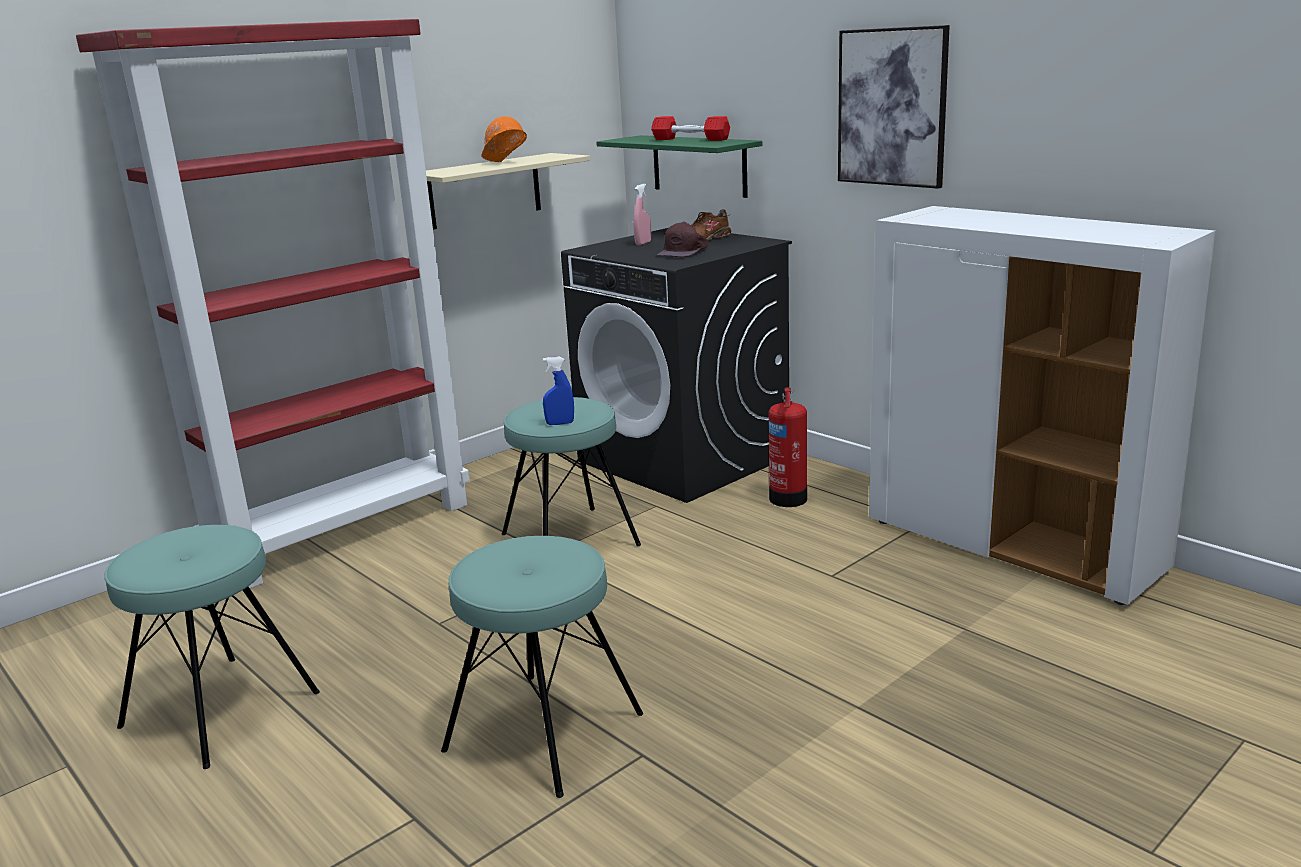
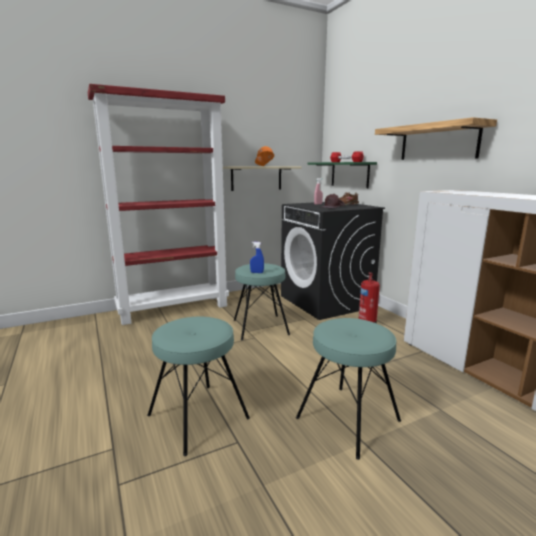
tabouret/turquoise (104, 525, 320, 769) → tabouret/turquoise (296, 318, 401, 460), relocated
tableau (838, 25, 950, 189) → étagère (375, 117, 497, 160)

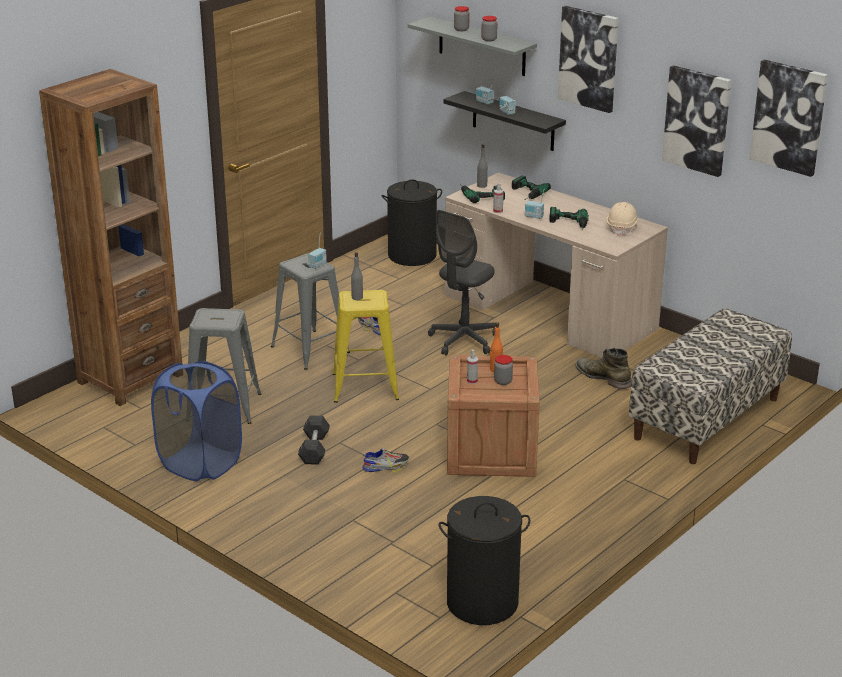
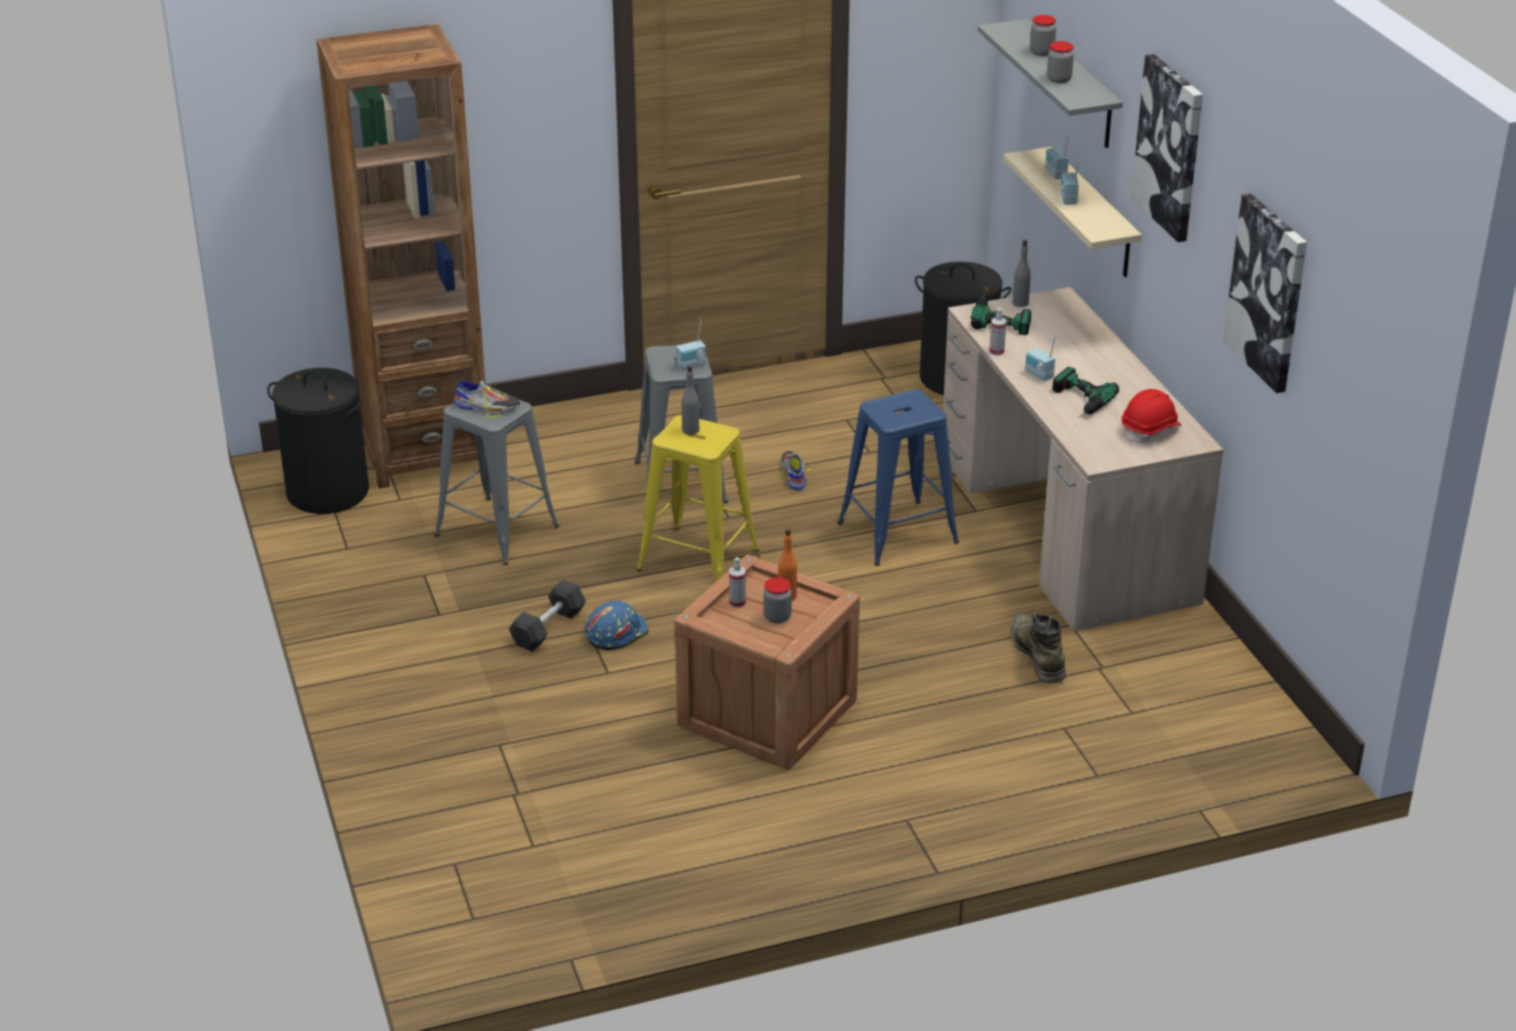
panier à linge/noir (438, 496, 531, 625) → panier à linge/noir (267, 368, 369, 514), relocated
chaussure (363, 448, 409, 472) → chaussure (454, 380, 520, 418), relocated
- → casque de chantier/bleu (584, 601, 649, 650)
chaise de bureau/gris (428, 210, 496, 355) → tabouret/bleu (838, 390, 959, 566)
étagère/noir (443, 91, 566, 151) → étagère/beige (1003, 147, 1142, 277)
casque de chantier/beige (607, 202, 638, 236) → casque de chantier/rouge (1121, 389, 1182, 443)
panier à linge/bleu (151, 361, 242, 481) → -
perceuse (512, 176, 551, 199) → -
banc (629, 308, 792, 464) → -
tableau (749, 60, 828, 177) → -

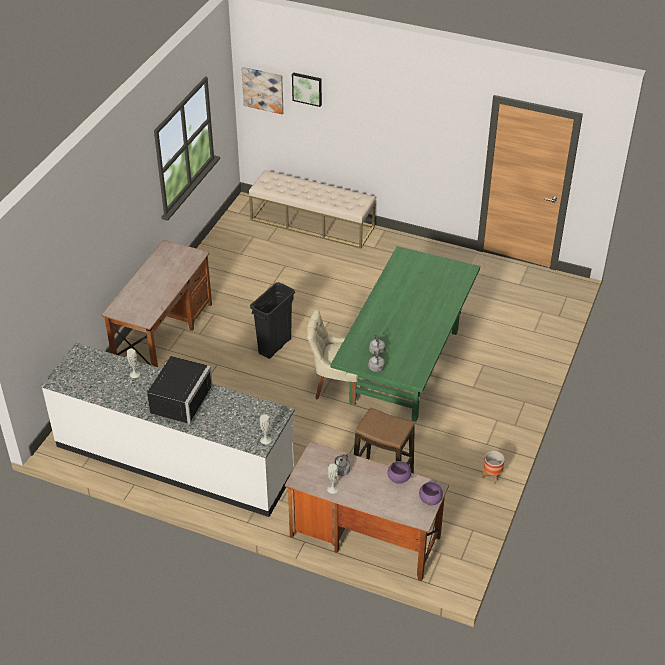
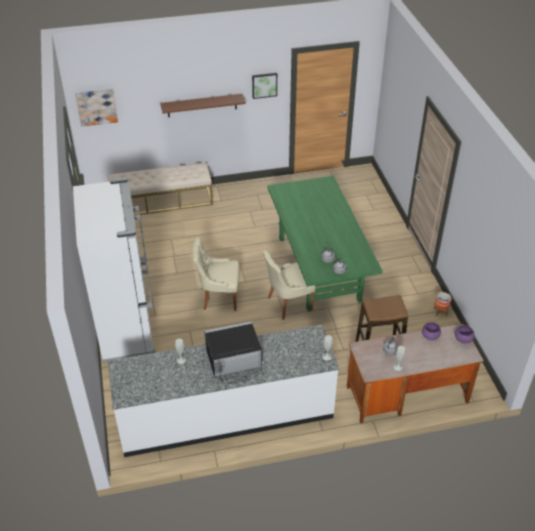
bureau (102, 240, 212, 367) → réfrigérateur/blanc (73, 177, 156, 363)
- → étagère/marron (160, 94, 246, 117)
poubelle/noir (250, 282, 295, 359) → chaise/beige (192, 237, 239, 311)
micro-ondes/noir (145, 356, 213, 424) → micro-ondes/noir (205, 321, 262, 384), 90 degrees counterclockwise
tableau (292, 72, 322, 107) → tableau (252, 73, 277, 99), relocated

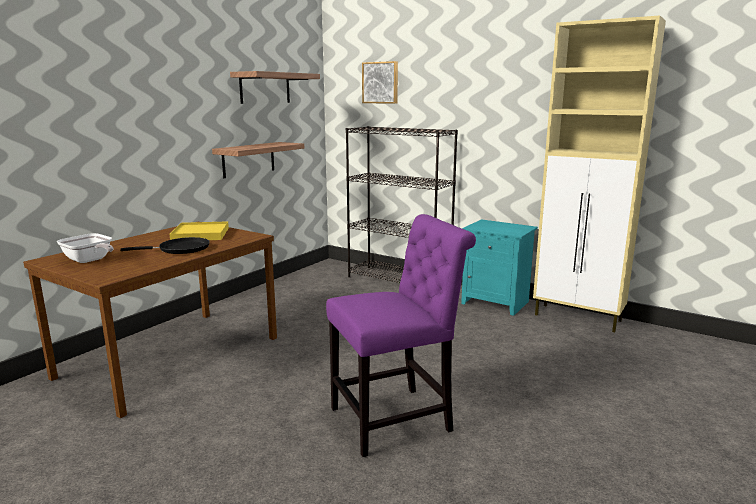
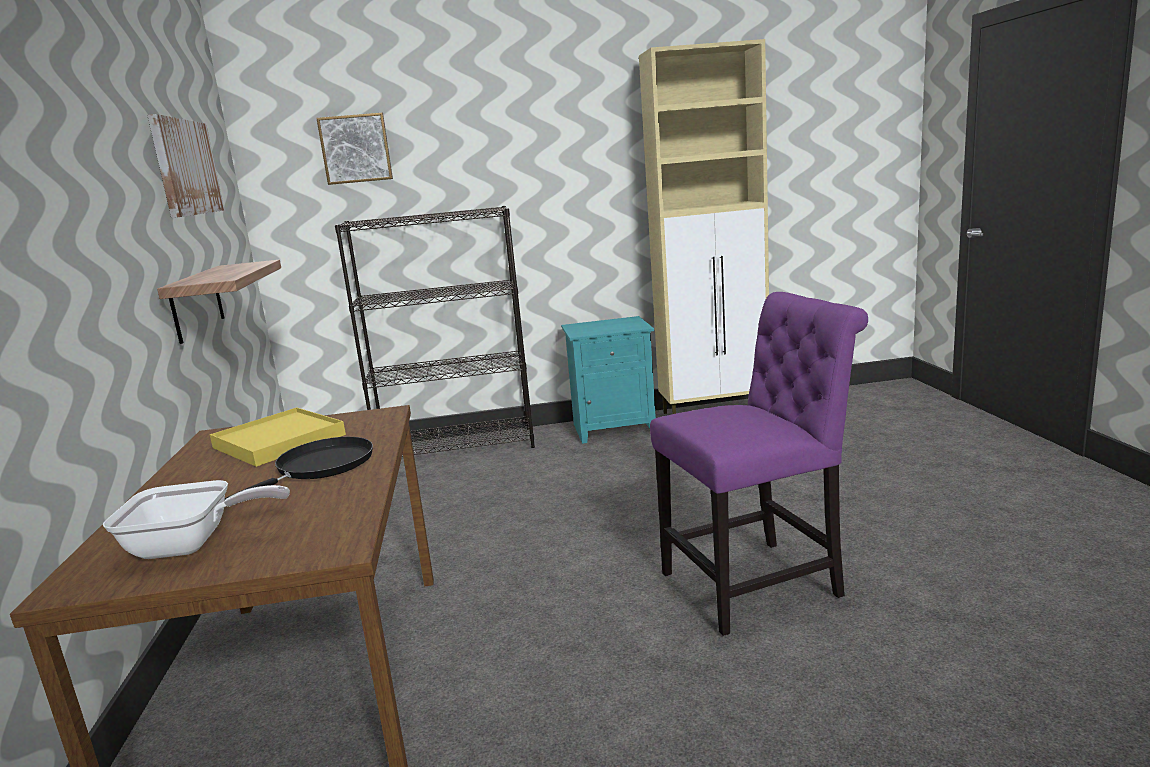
étagère (230, 71, 320, 104) → tableau (147, 114, 224, 218)
chaise/violet (326, 214, 476, 457) → chaise/violet (650, 292, 868, 636), 45 degrees clockwise

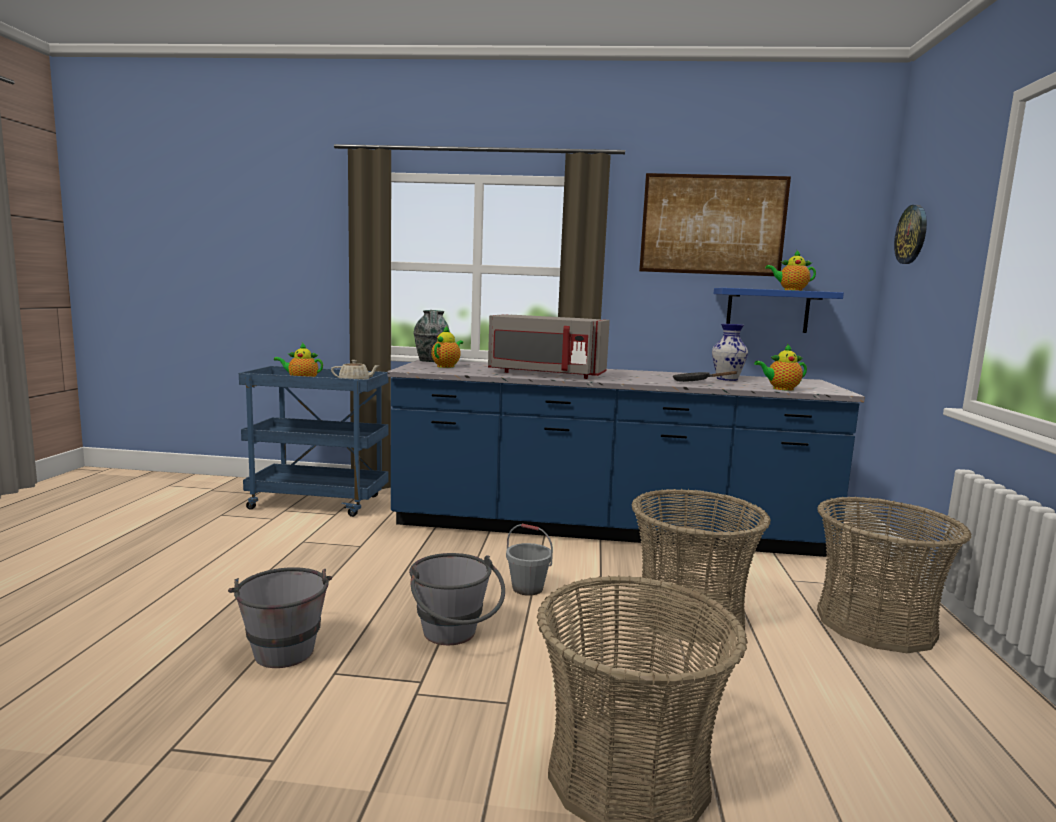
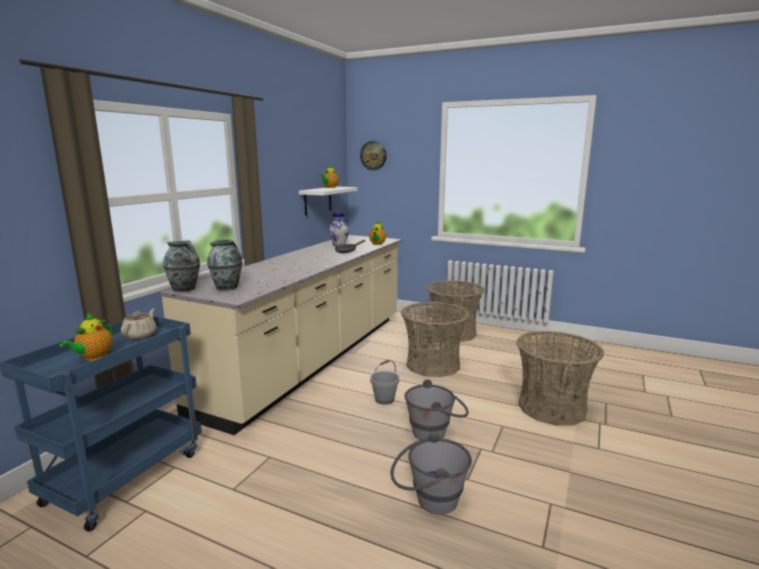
comptoir de cuisine/bleu (387, 360, 865, 557) → comptoir de cuisine/beige (160, 235, 402, 435)
théière (431, 326, 463, 368) → vase (207, 239, 243, 290)
étagère/bleu (714, 288, 844, 333) → étagère/blanc (299, 186, 357, 215)
micro-ondes/gris (488, 314, 610, 379) → -
tableau (639, 173, 791, 276) → -

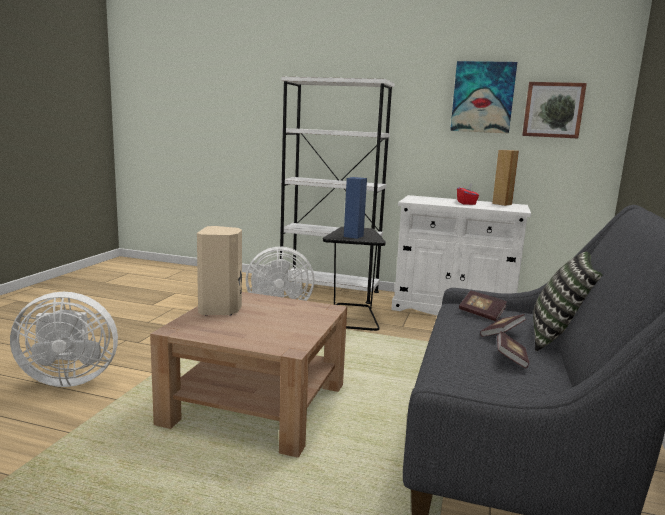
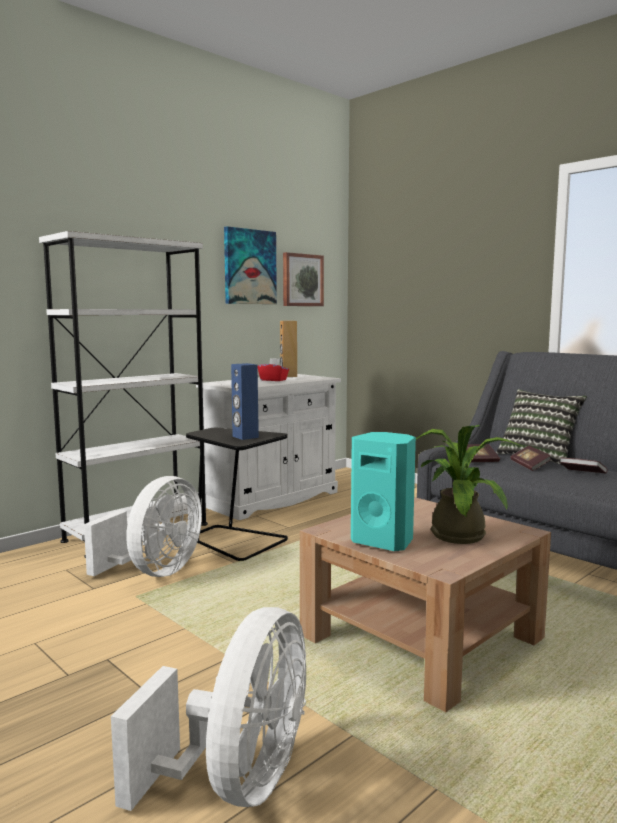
enceinte/beige (197, 226, 242, 315) → enceinte/turquoise (351, 432, 416, 551)
- → plante en pot (416, 425, 522, 544)

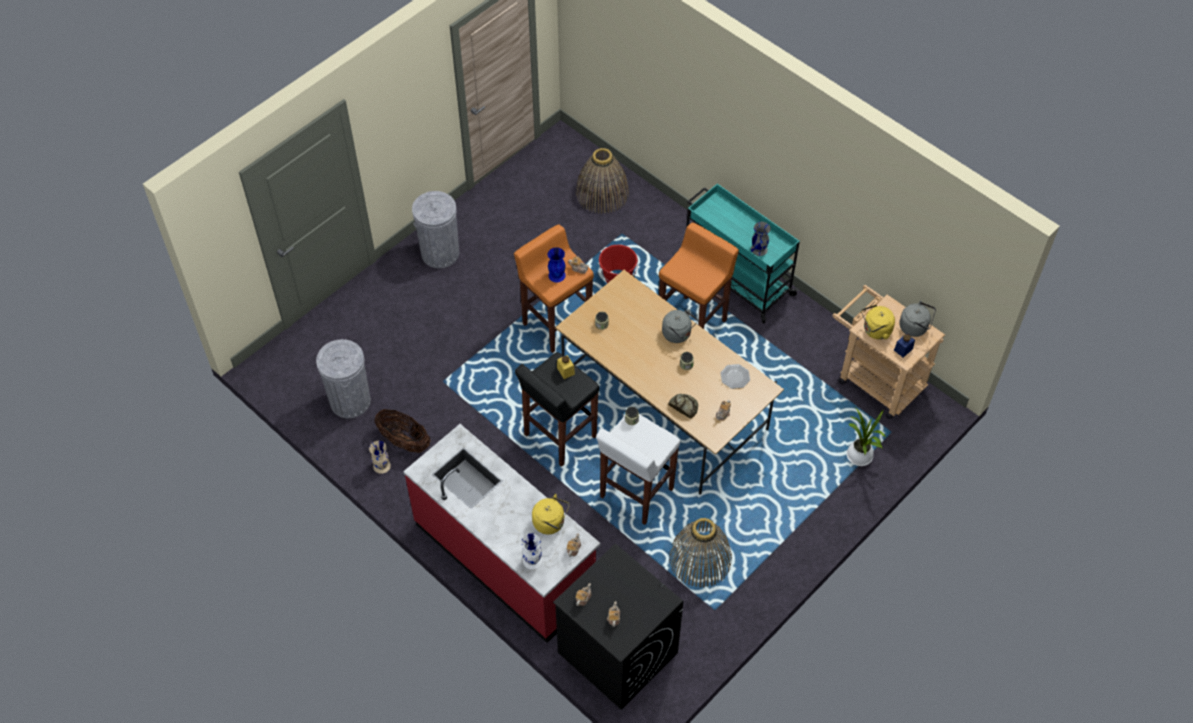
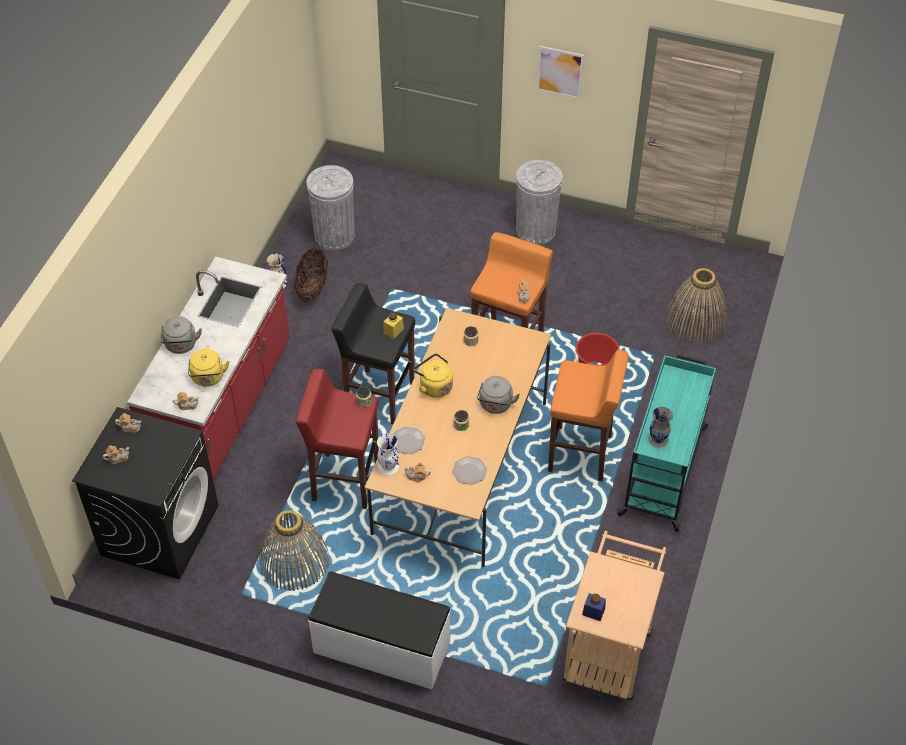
bouilloire/gris (899, 300, 936, 337) → bouilloire/gris (161, 316, 202, 354), relocated
tabouret/blanc (596, 414, 680, 525) → tabouret/rouge (296, 369, 379, 509)
- → banc/blanc (308, 572, 451, 689)
vase/blanc (521, 533, 542, 569) → vase/blanc (377, 434, 399, 475), relocated
pain (668, 394, 698, 418) → assiette (393, 427, 425, 454)
bouilloire/jaune (861, 304, 895, 340) → bouilloire/jaune (414, 353, 453, 398), relocated
- → tableau (536, 46, 584, 100)
vase/bleu (548, 247, 566, 282) → -
plante en pot (847, 407, 886, 466) → -

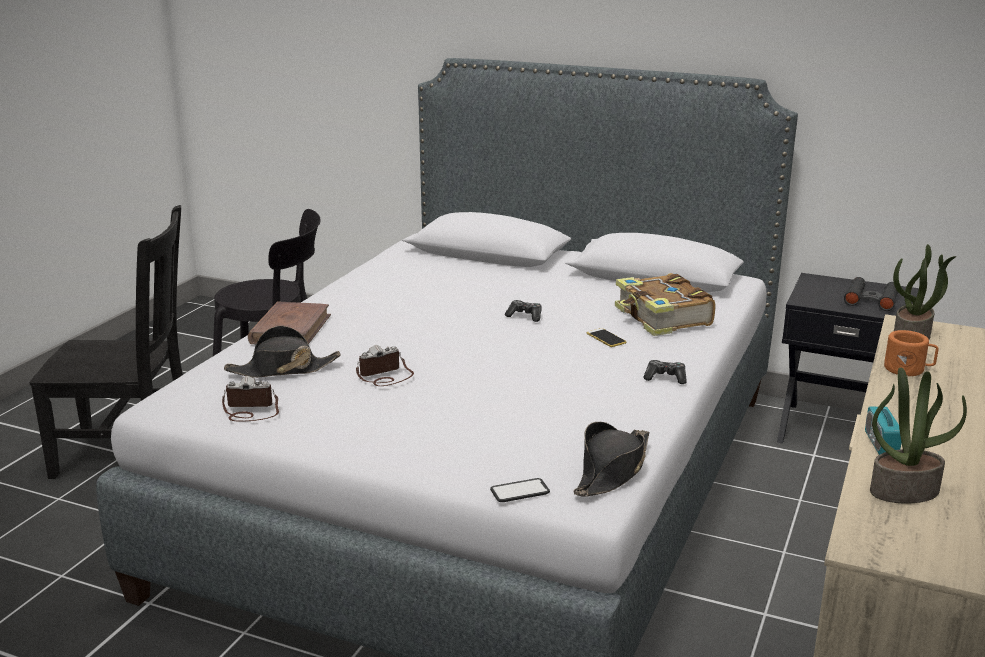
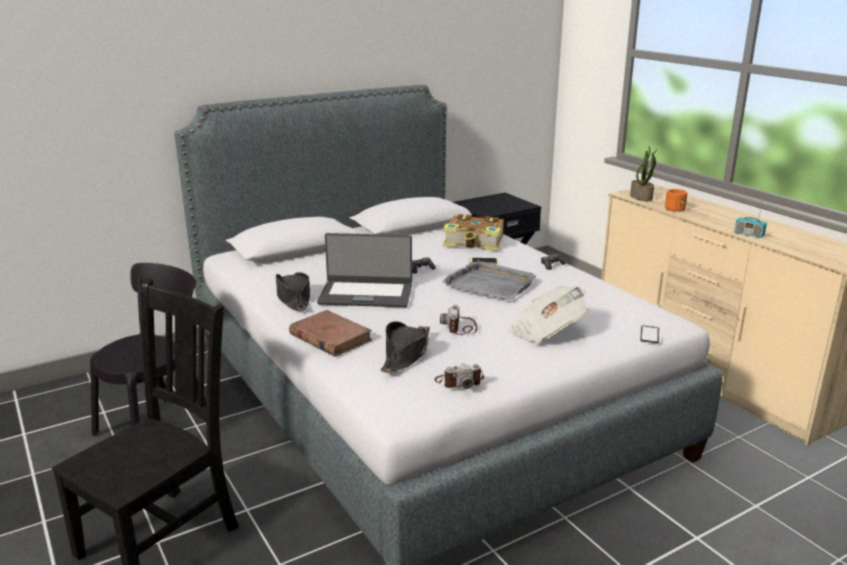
chapeau/noir (573, 422, 649, 497) → chapeau/noir (276, 272, 310, 311), relocated
- → ordinateur portable (317, 233, 412, 307)
appareil photo (222, 376, 279, 422) → appareil photo (434, 364, 484, 389), 135 degrees counterclockwise
- → plateau/gris (442, 260, 536, 300)
- → journal (508, 286, 587, 343)
jumelles/noir (844, 277, 898, 311) → -
plante en pot (870, 367, 967, 504) → -

